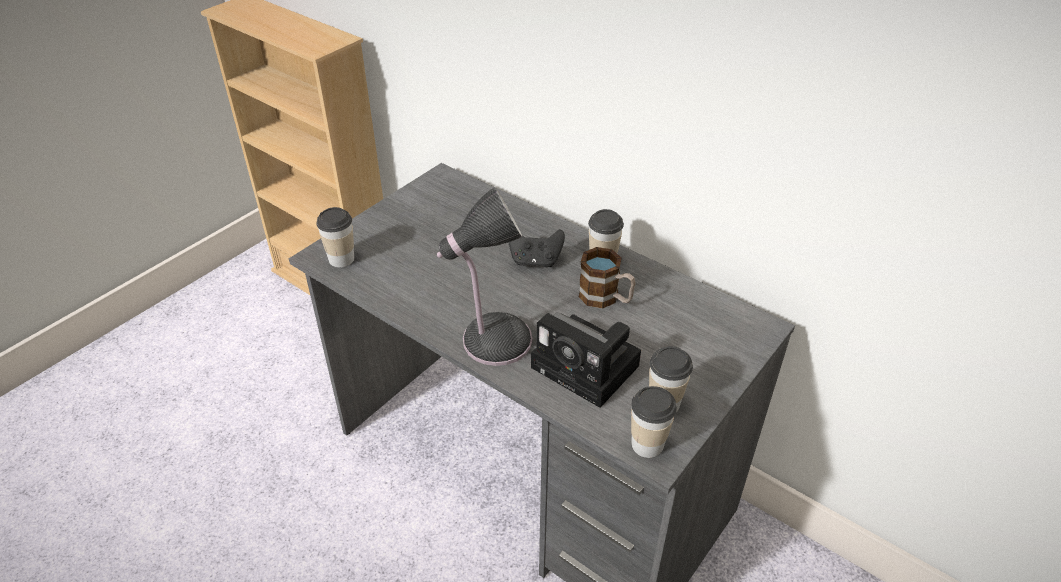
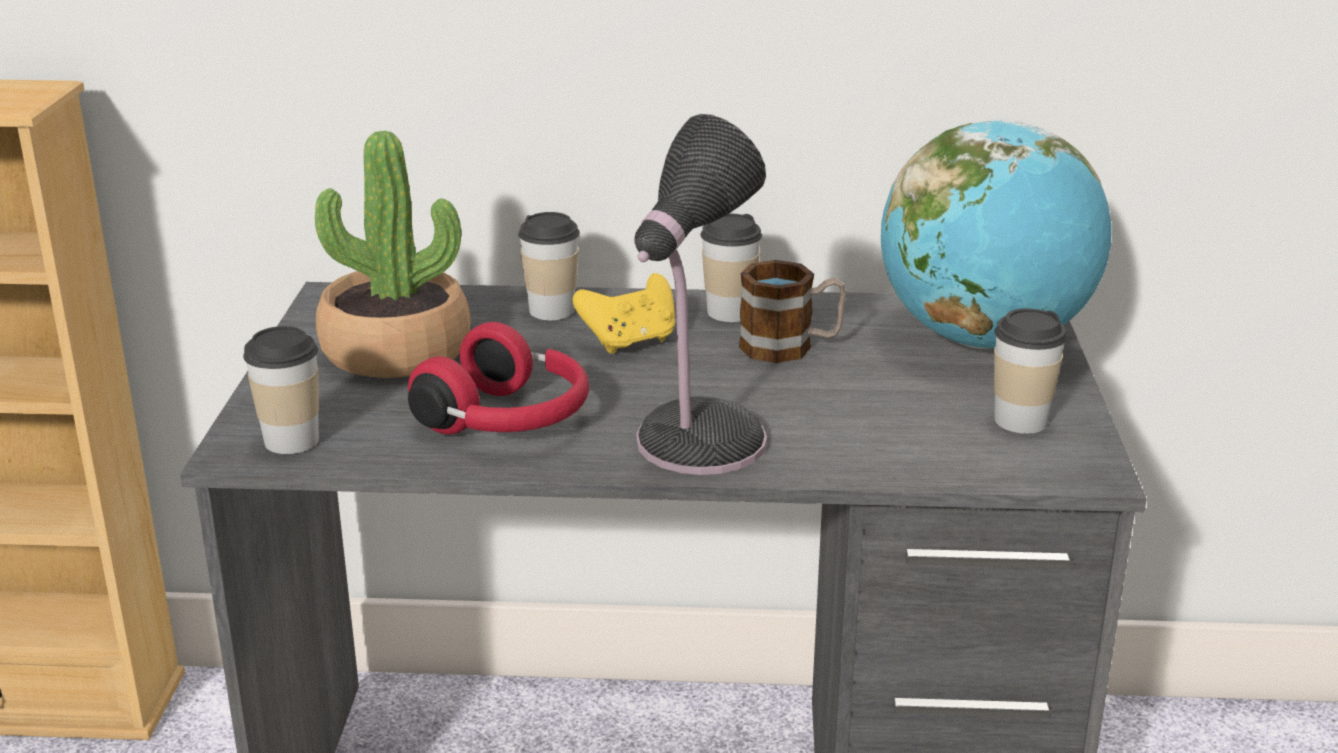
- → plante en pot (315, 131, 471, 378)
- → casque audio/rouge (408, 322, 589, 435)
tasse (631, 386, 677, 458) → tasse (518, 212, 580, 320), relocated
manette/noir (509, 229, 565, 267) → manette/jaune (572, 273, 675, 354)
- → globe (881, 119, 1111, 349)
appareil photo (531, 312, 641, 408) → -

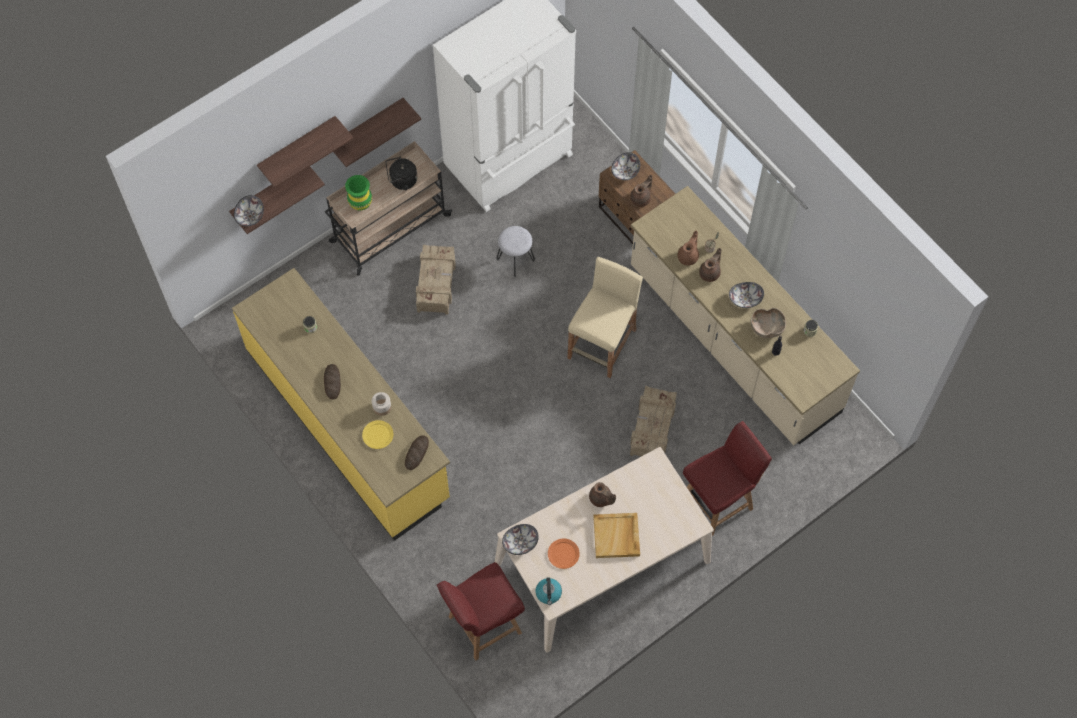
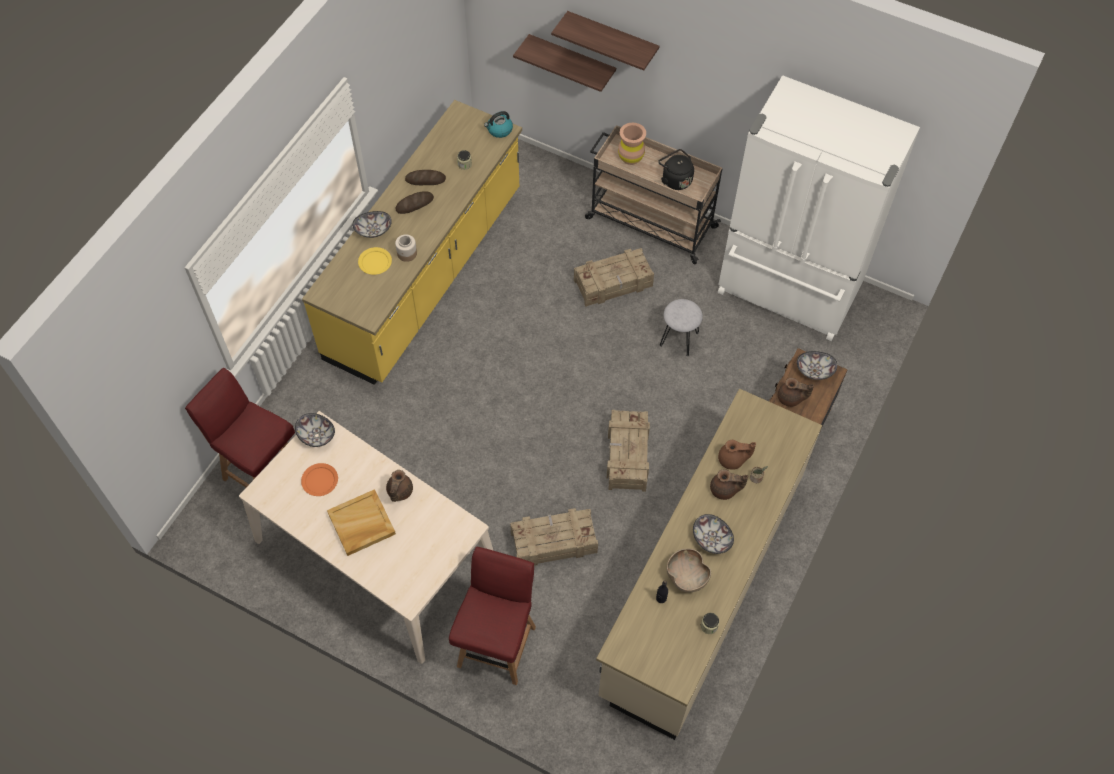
bol (234, 195, 264, 226) → bol (352, 211, 392, 238), relocated
pain (405, 435, 429, 470) → pain (405, 170, 446, 185), relocated
chaise/rouge (683, 421, 772, 536) → chaise/rouge (449, 547, 536, 685), 105 degrees counterclockwise
bouilloire (535, 577, 562, 605) → bouilloire (484, 111, 513, 138), relocated
tabouret/beige (567, 257, 643, 378) → caisse (607, 410, 650, 492)
vase/vert (345, 175, 372, 211) → vase/marron (618, 123, 646, 165)
étagère (333, 98, 421, 167) → -

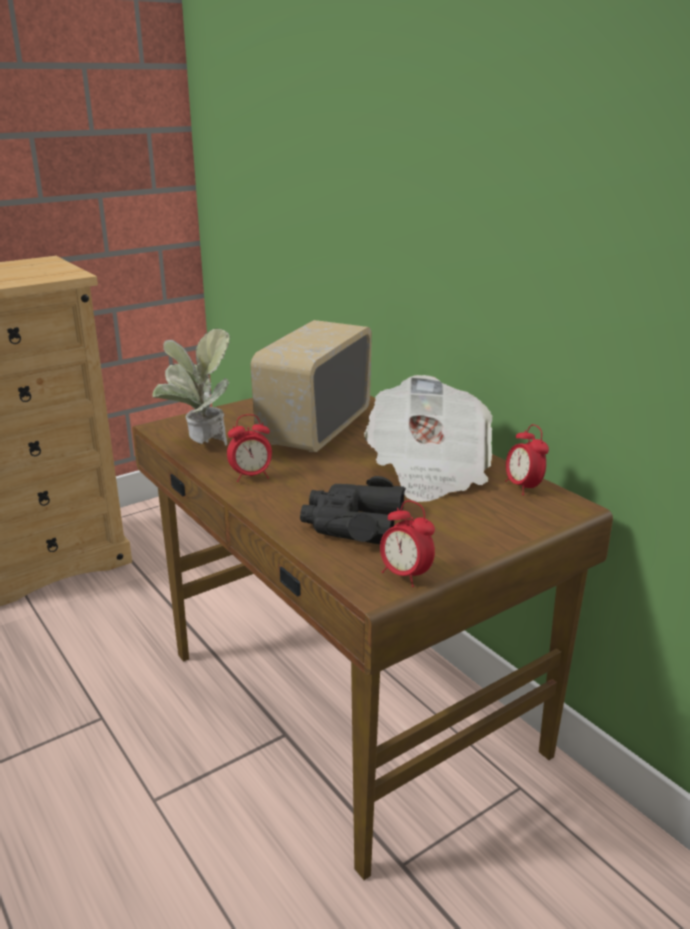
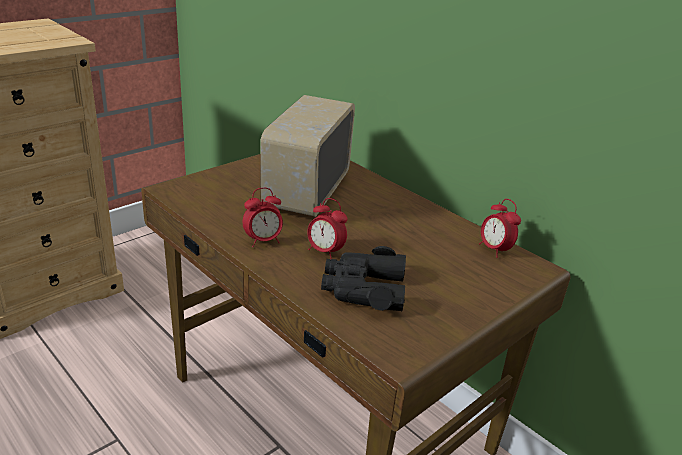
réveil (380, 500, 435, 587) → réveil (307, 198, 348, 258), relocated
plante en pot (152, 328, 230, 446) → -
journal (364, 375, 492, 502) → -

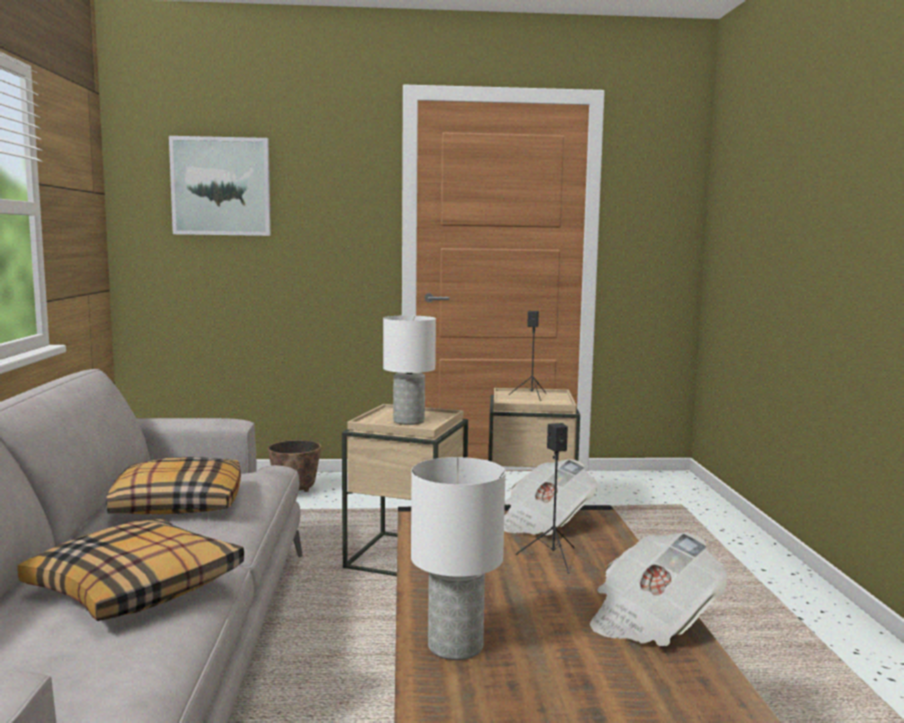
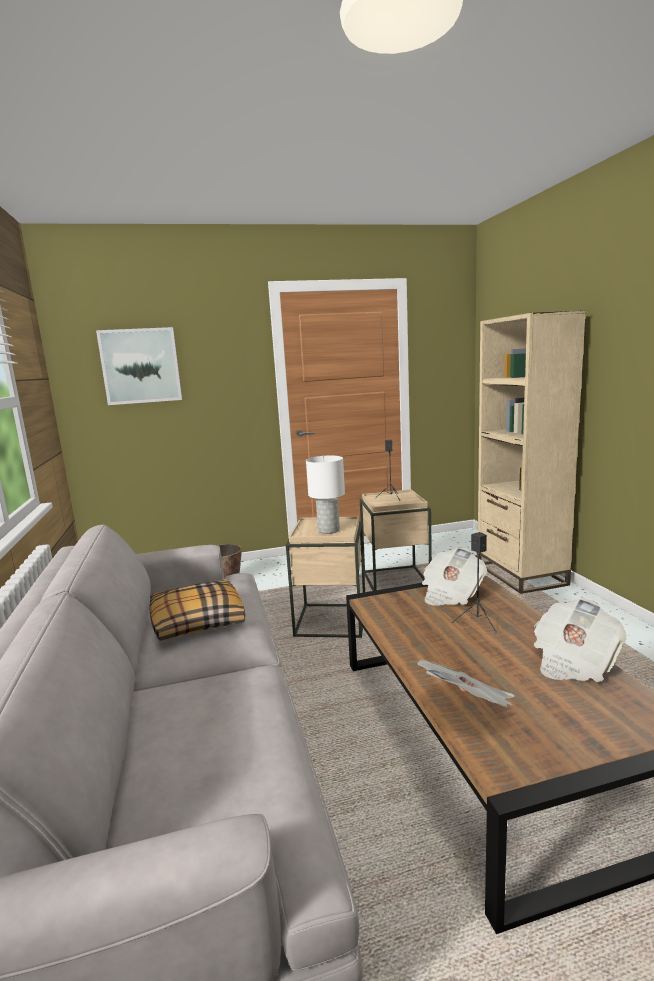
lampe de table/blanc (411, 457, 506, 660) → journal (417, 660, 515, 708)
- → bibliothèque/beige (478, 311, 586, 594)
coussin (18, 519, 244, 621) → -

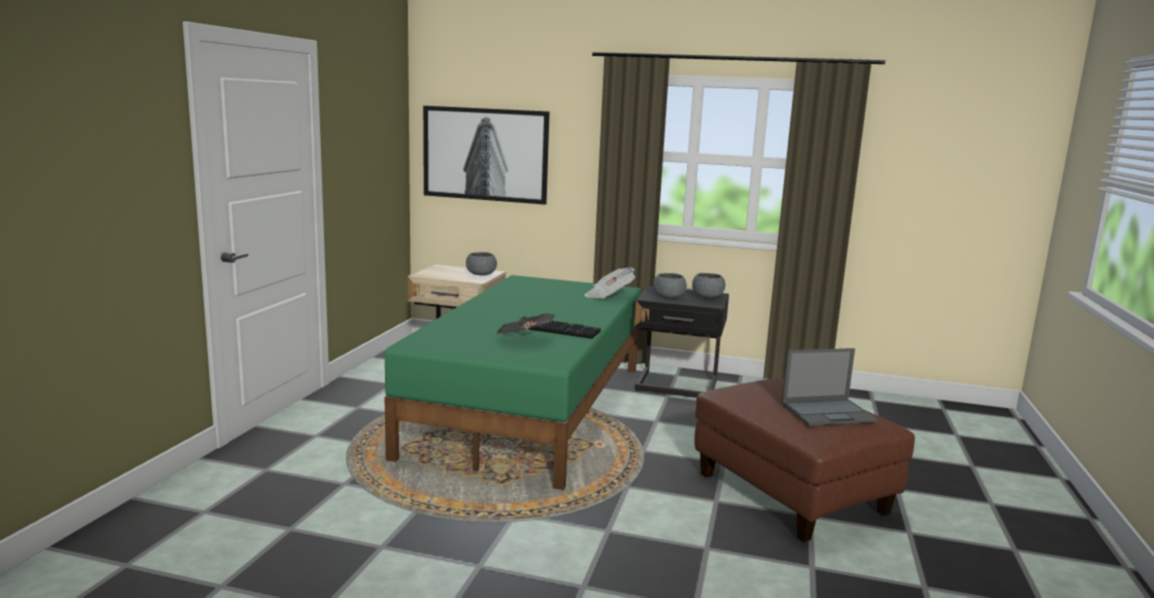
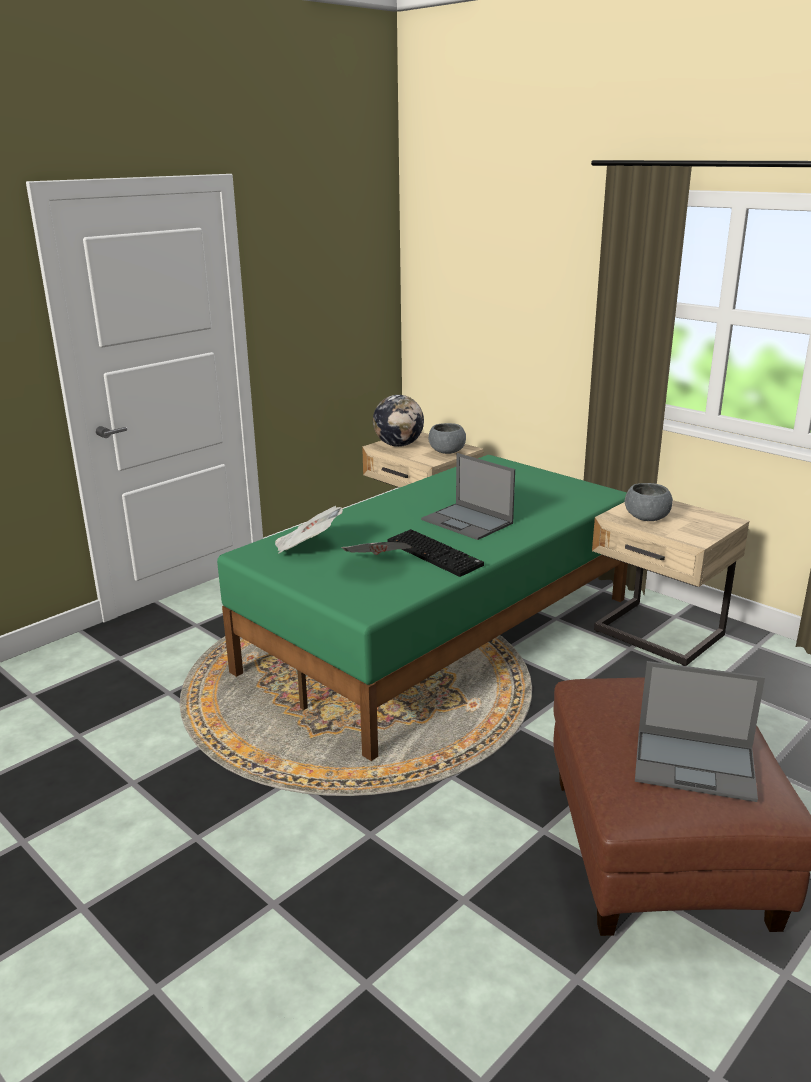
journal (584, 267, 635, 299) → journal (275, 506, 343, 553), relocated
- → globe (373, 395, 424, 447)
- → ordinateur portable (421, 453, 515, 540)
table de chevet/noir (634, 286, 729, 398) → table de chevet/beige (592, 500, 749, 666)
tableau (423, 106, 550, 205) → -
bol/gris (692, 273, 725, 298) → -

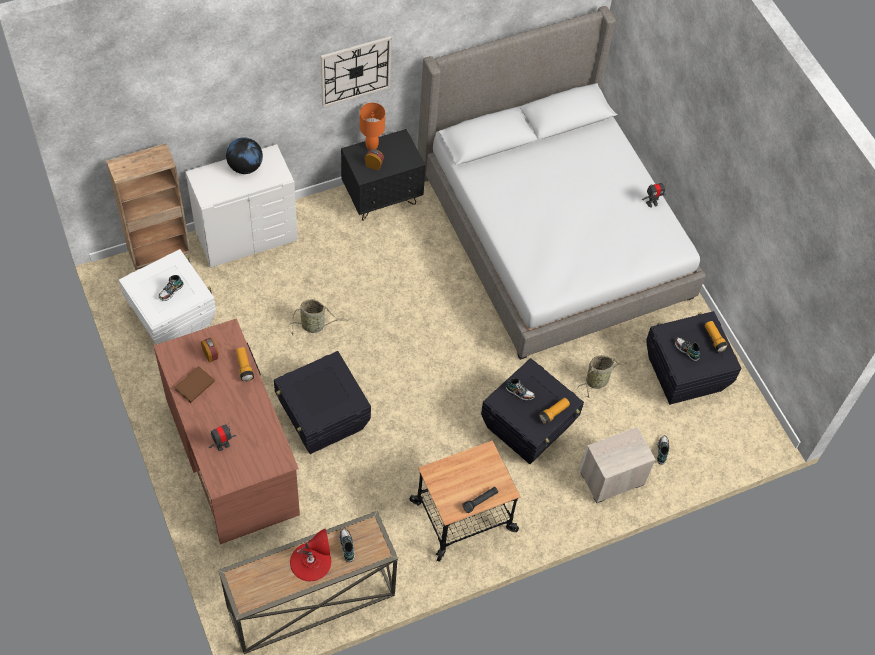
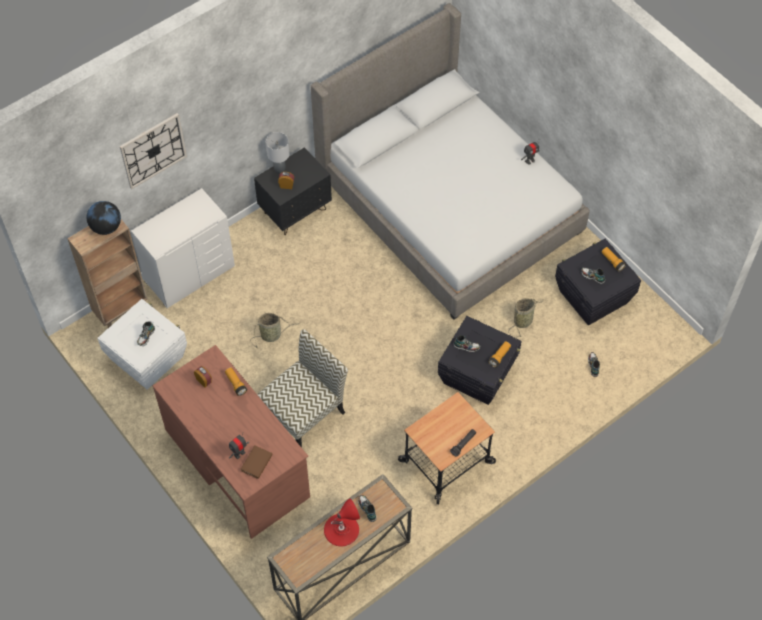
globe (226, 137, 263, 174) → globe (87, 201, 121, 235), relocated
horloge murale (321, 36, 392, 108) → horloge murale (120, 113, 187, 189), relocated
livre/marron (174, 366, 215, 403) → livre/marron (241, 445, 273, 479), relocated
boîte de rangement/noir (274, 351, 371, 454) → chaise (257, 329, 348, 448)
lampe de table/orange (360, 103, 385, 150) → lampe de table/gris (266, 132, 289, 174)
table de chevet (580, 427, 656, 503) → -

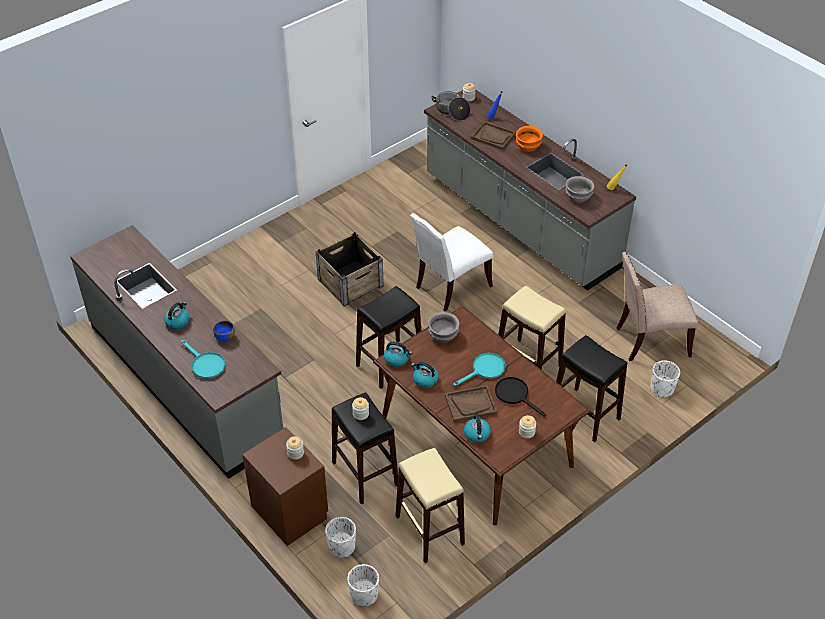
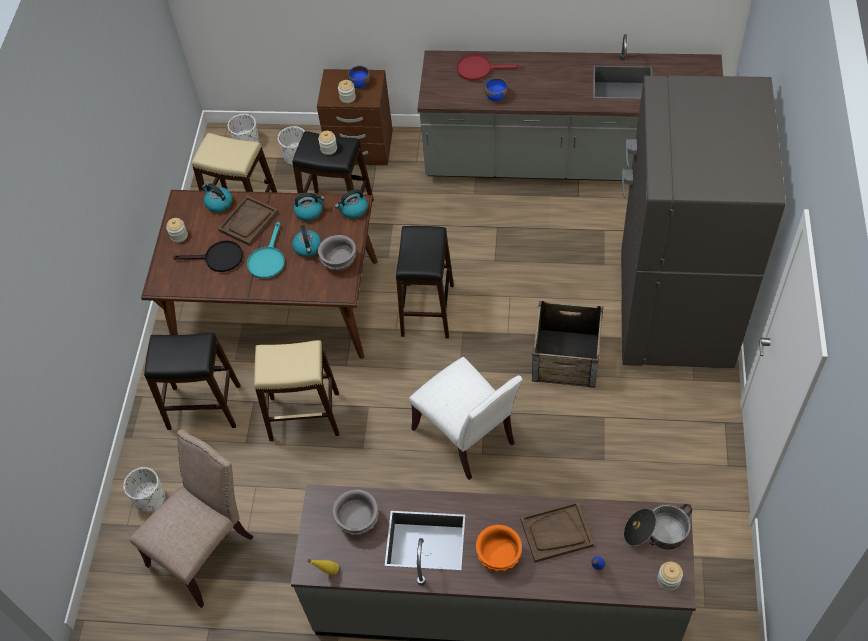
bouilloire (164, 302, 190, 330) → bouilloire (292, 225, 321, 257), relocated
- → bol/bleu (348, 66, 370, 88)
chaise/blanc (410, 213, 493, 311) → chaise/blanc (409, 357, 523, 480), 135 degrees clockwise
poêle/turquoise (181, 340, 226, 379) → poêle/rouge (457, 54, 522, 81)
- → réfrigérateur/gris (621, 75, 786, 368)

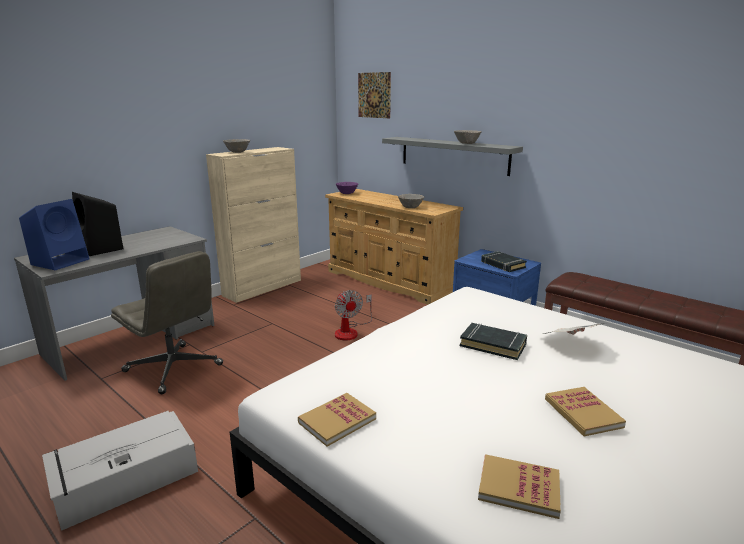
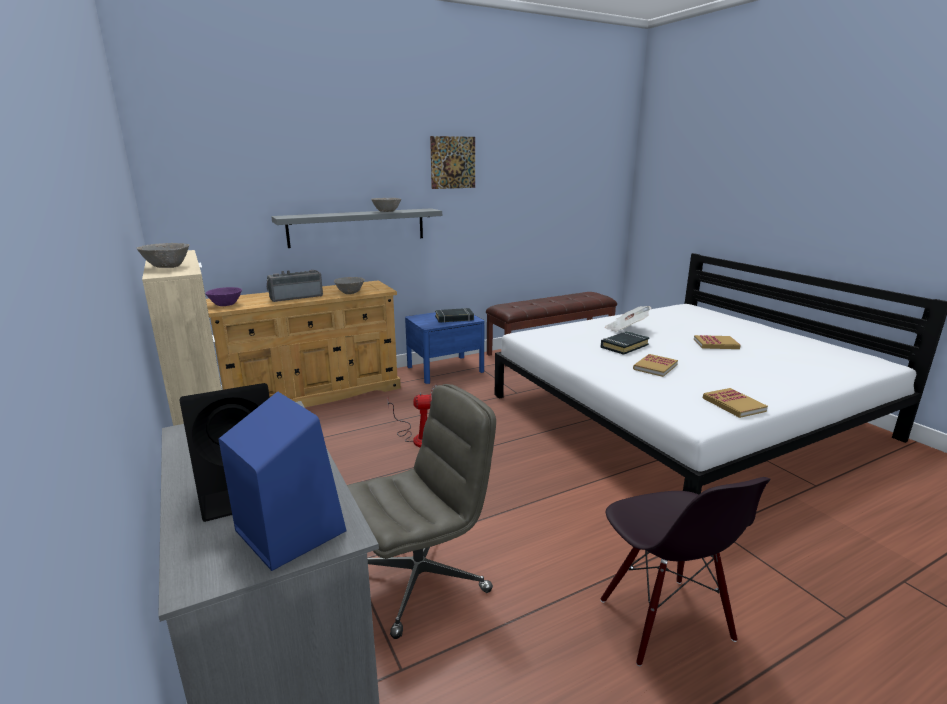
- → radio (267, 270, 323, 302)
tableau (358, 72, 391, 118) → tableau (430, 136, 475, 189), relocated
boîte de rangement/gris (42, 411, 198, 531) → chaise/noir (601, 477, 771, 666)
livre (478, 454, 561, 519) → livre (633, 354, 678, 377), relocated

